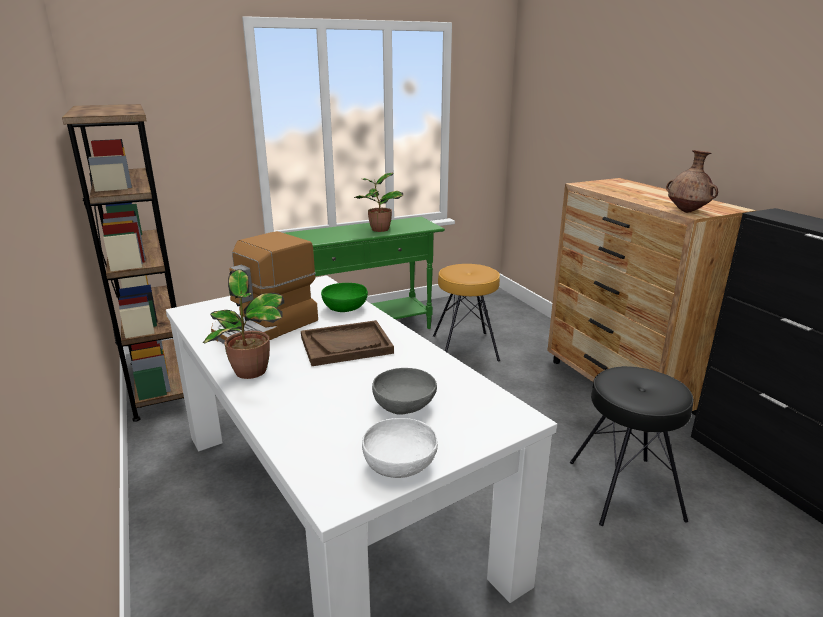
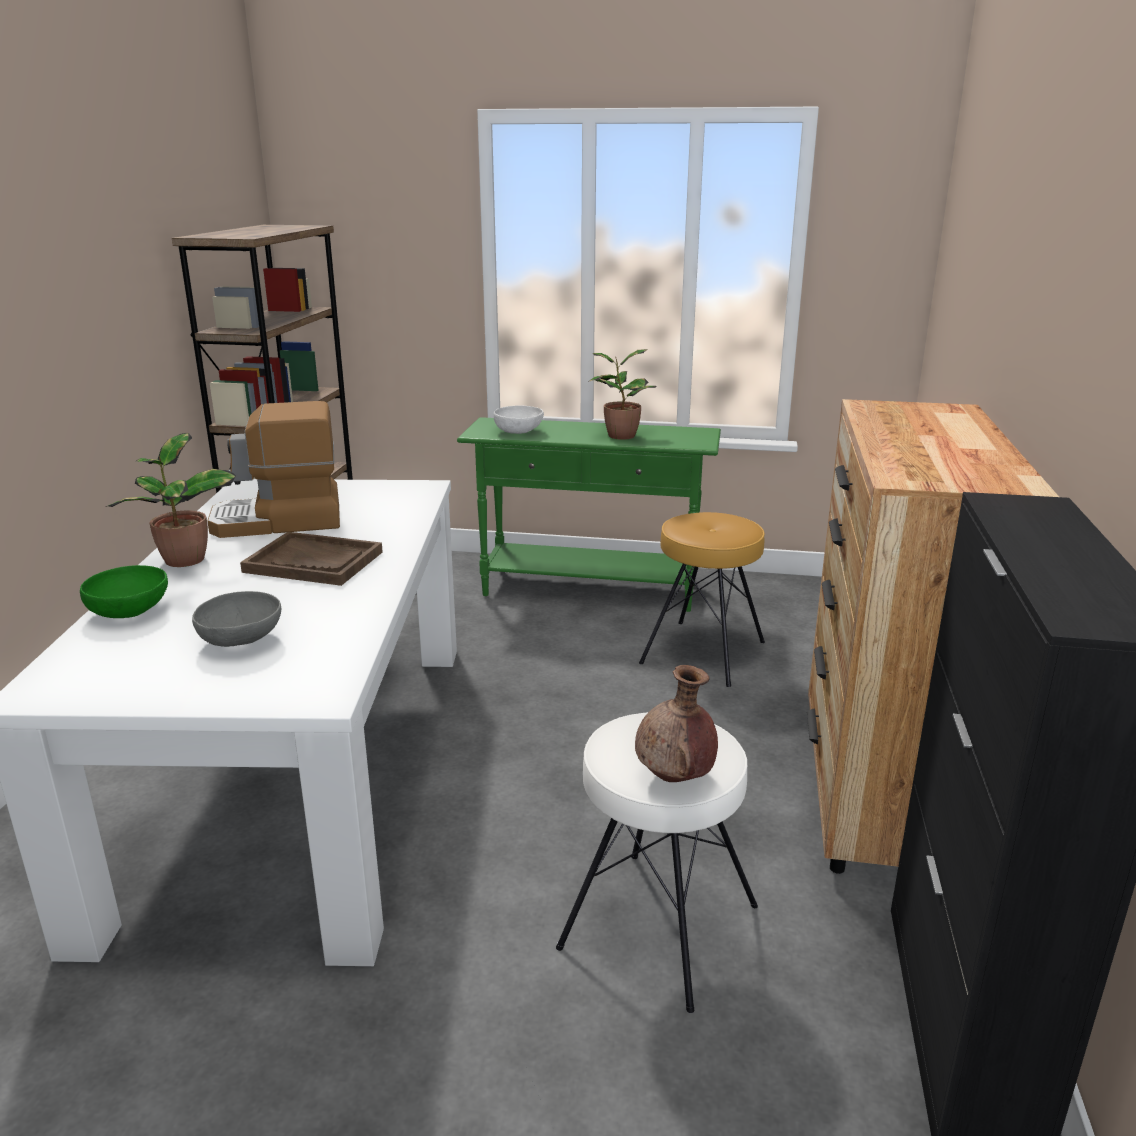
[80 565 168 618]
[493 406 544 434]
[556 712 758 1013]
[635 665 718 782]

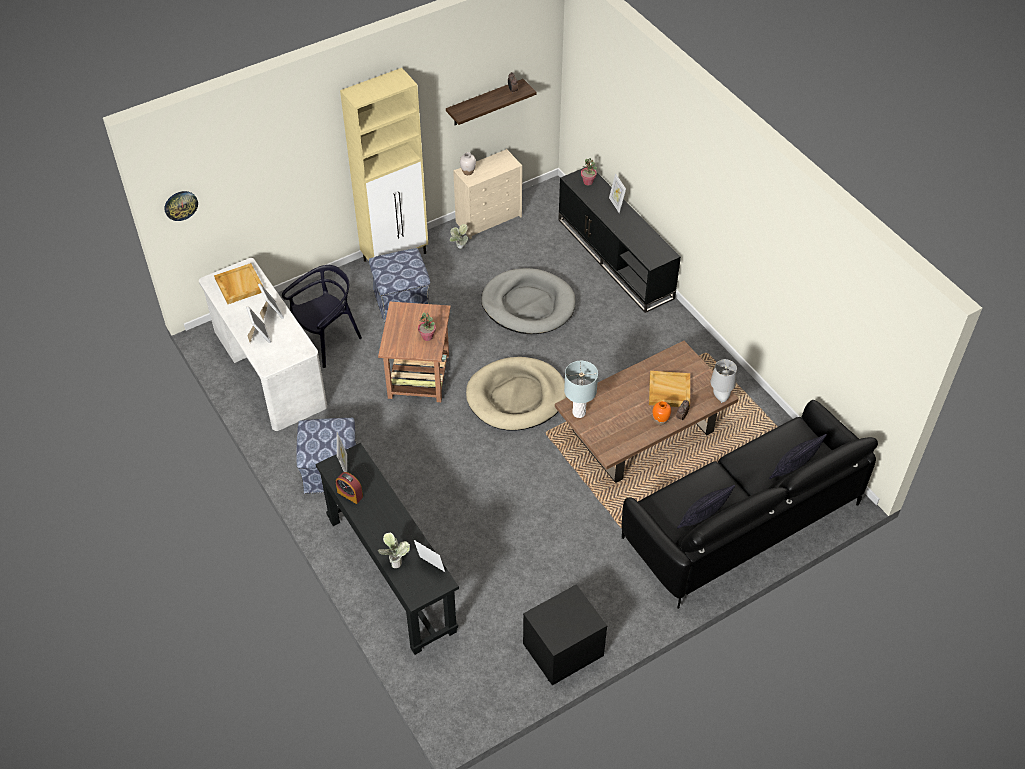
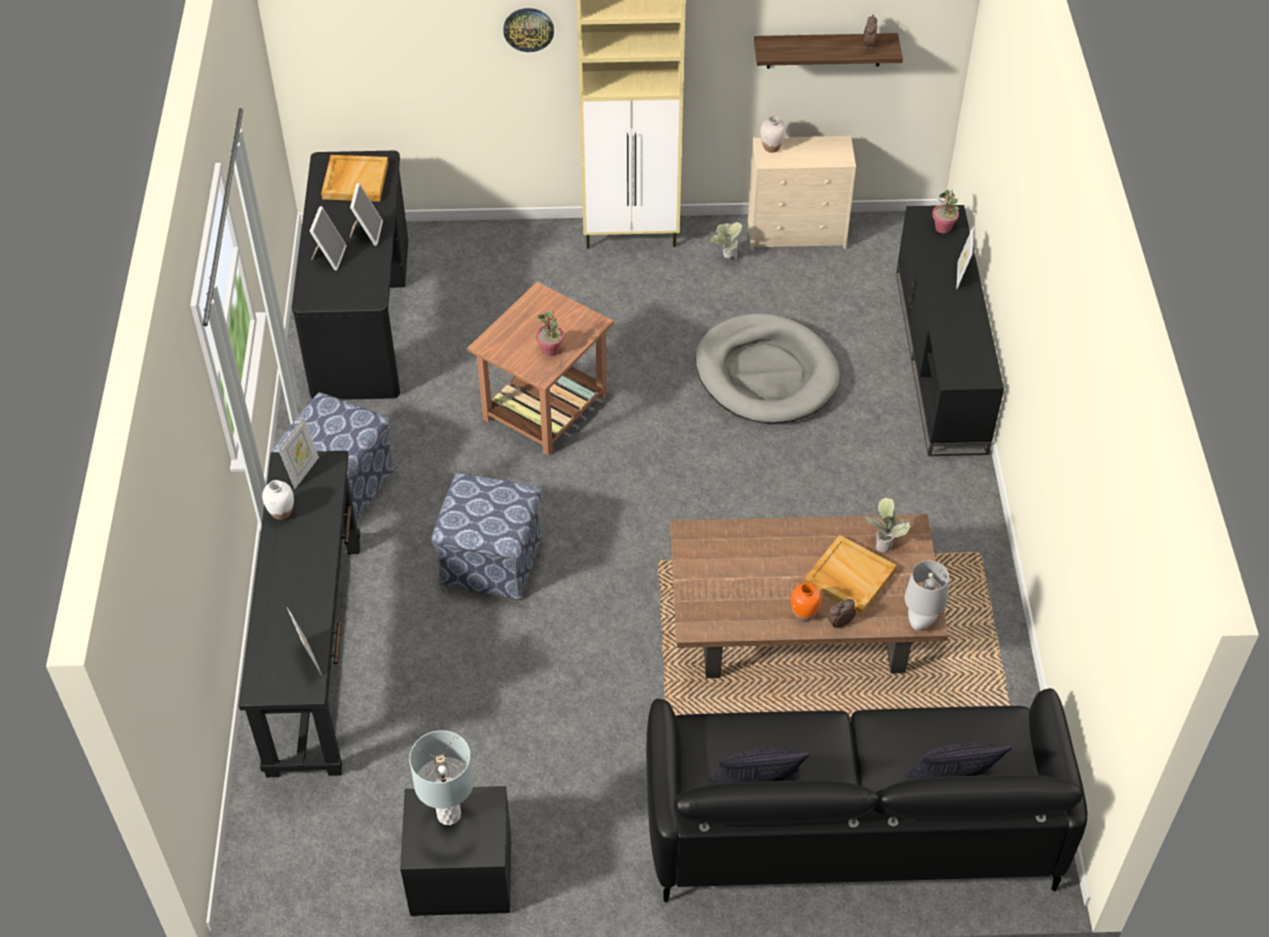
[262 480 294 520]
[292 151 408 400]
[409 730 474 825]
[432 473 542 600]
[503 8 554 52]
[865 498 911 552]
[282 265 362 368] (first image)
[466 357 567 431] (first image)

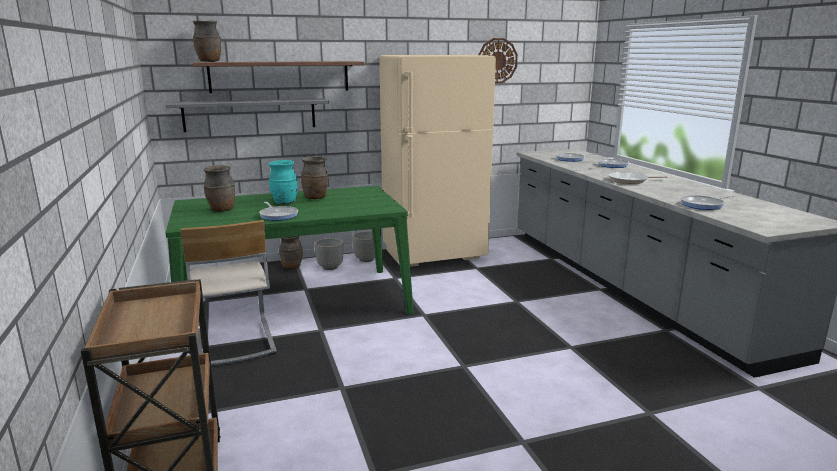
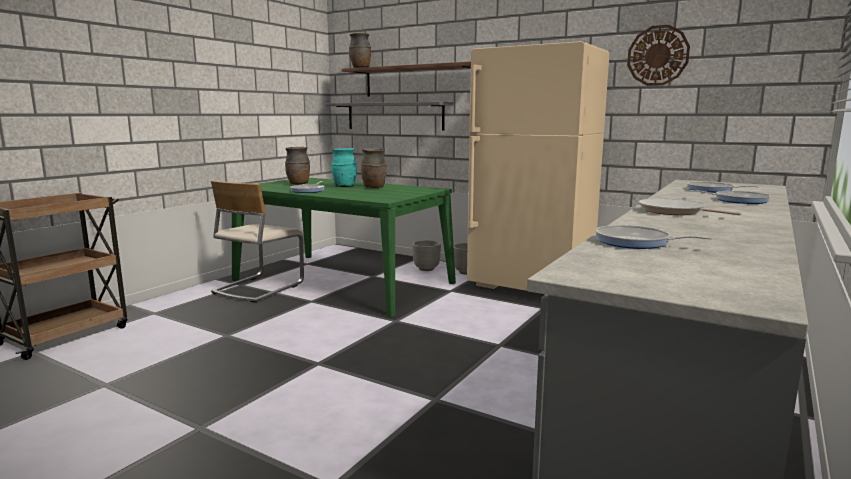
[279 236 303 269] (first image)

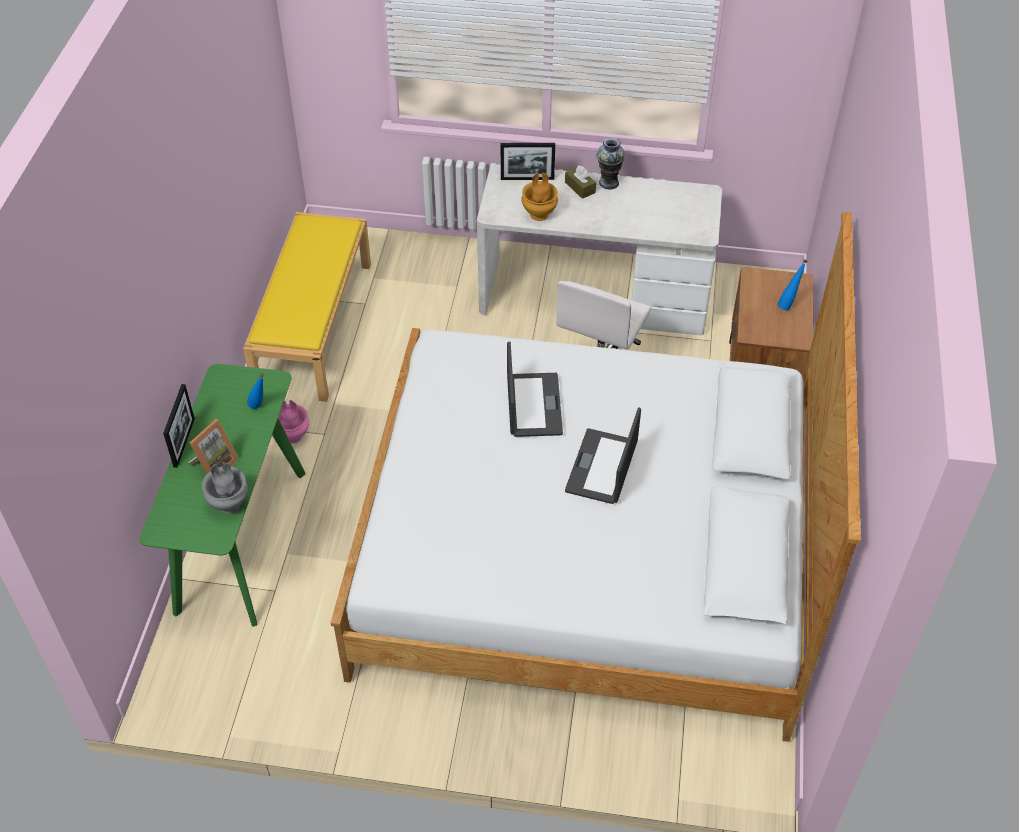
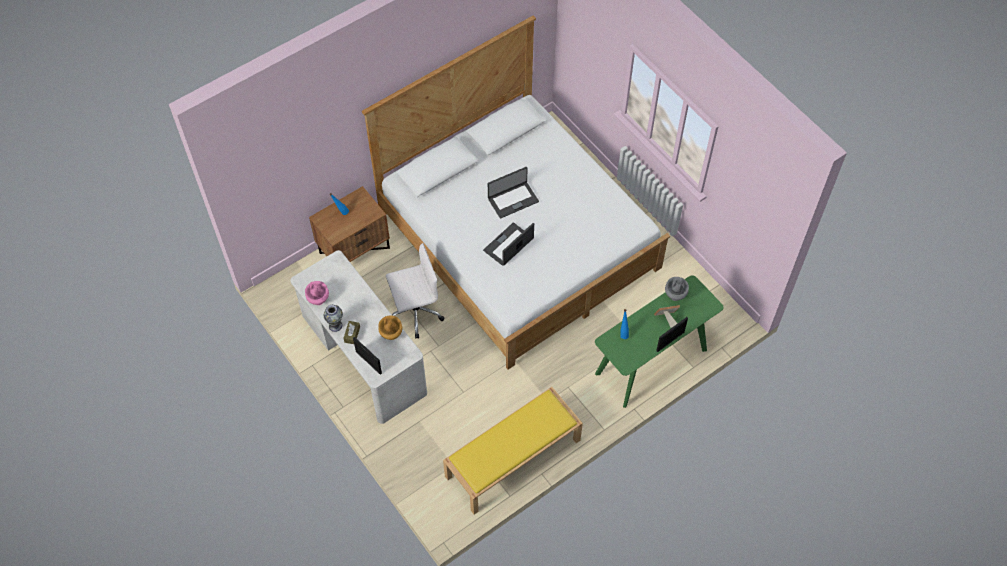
[305 281 329 305]

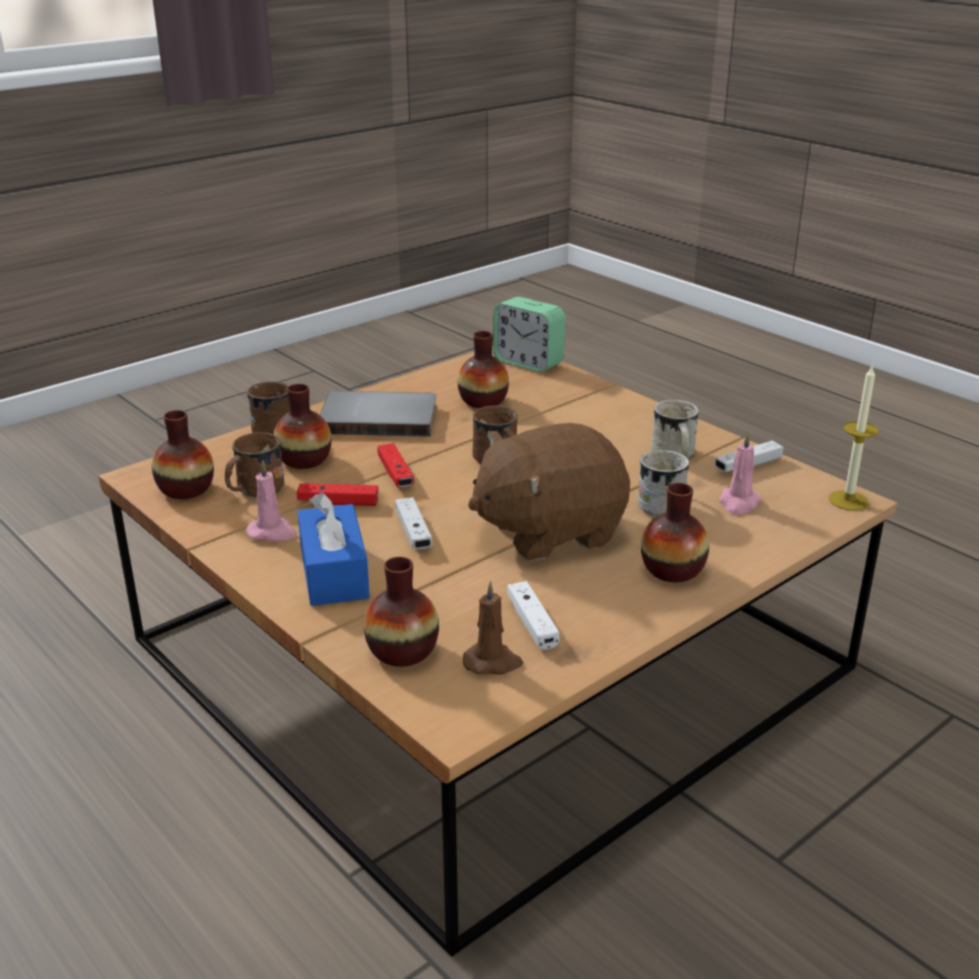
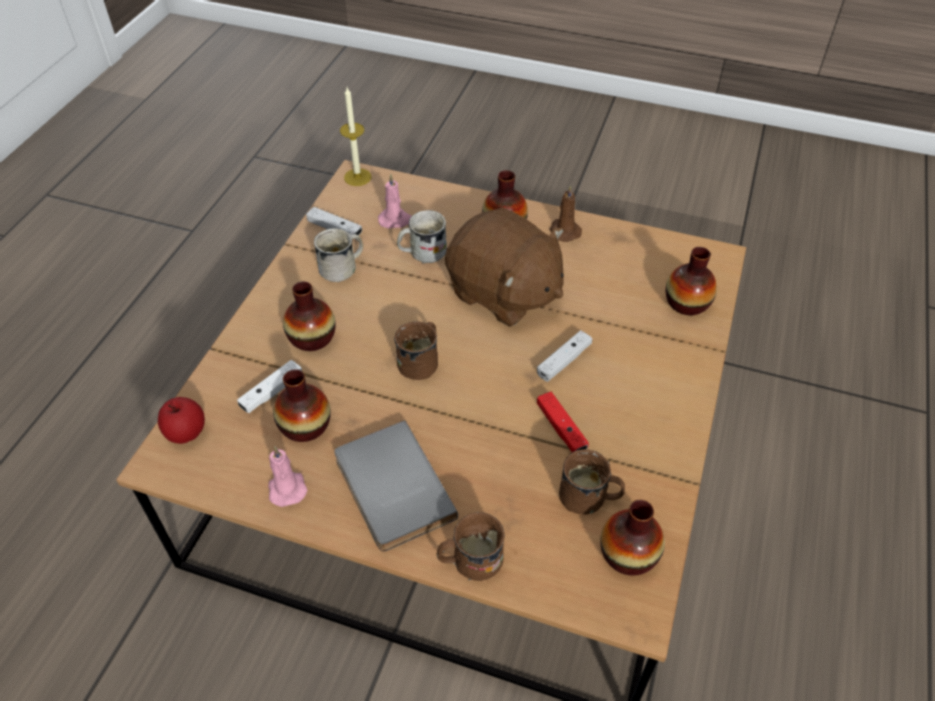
[158 397 205 444]
[237 360 302 413]
[268 446 308 507]
[283 281 336 351]
[550 185 582 242]
[298 492 370 606] (first image)
[377 443 414 488] (first image)

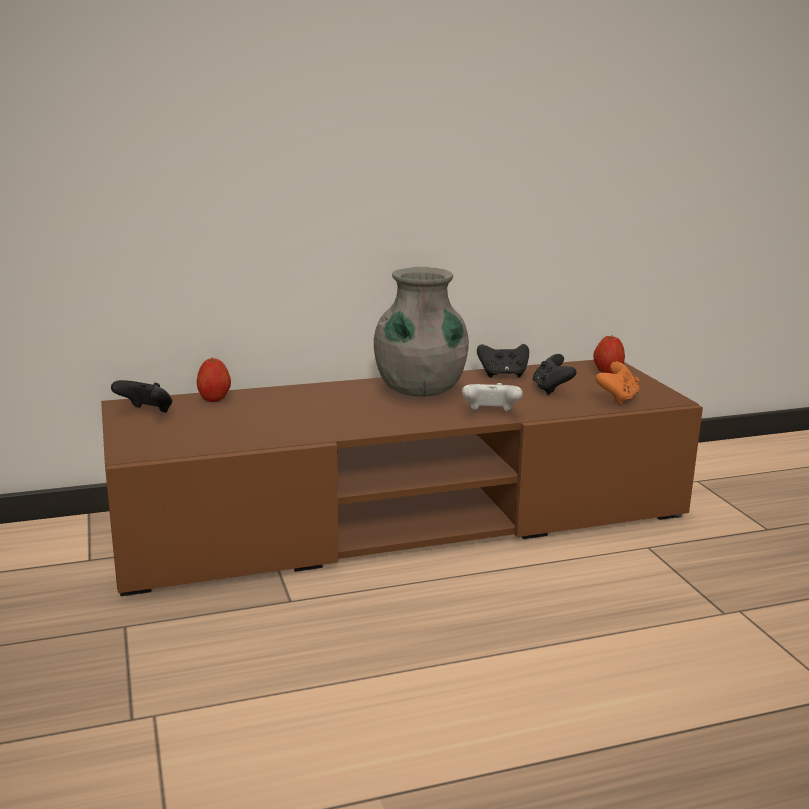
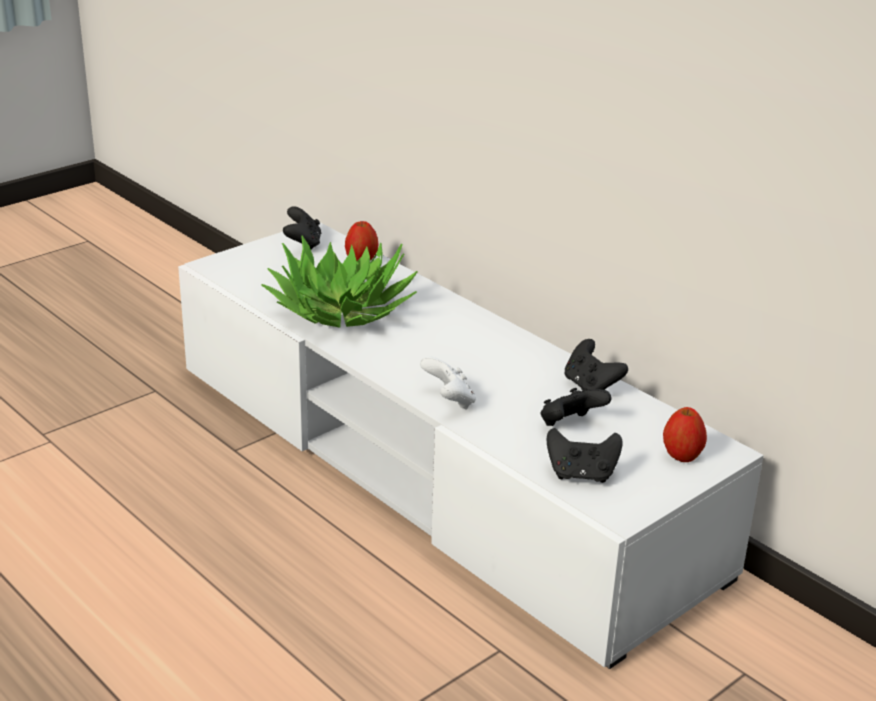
[178 222 764 669]
[261 235 418 328]
[546 428 623 483]
[374 267 469 397] (first image)

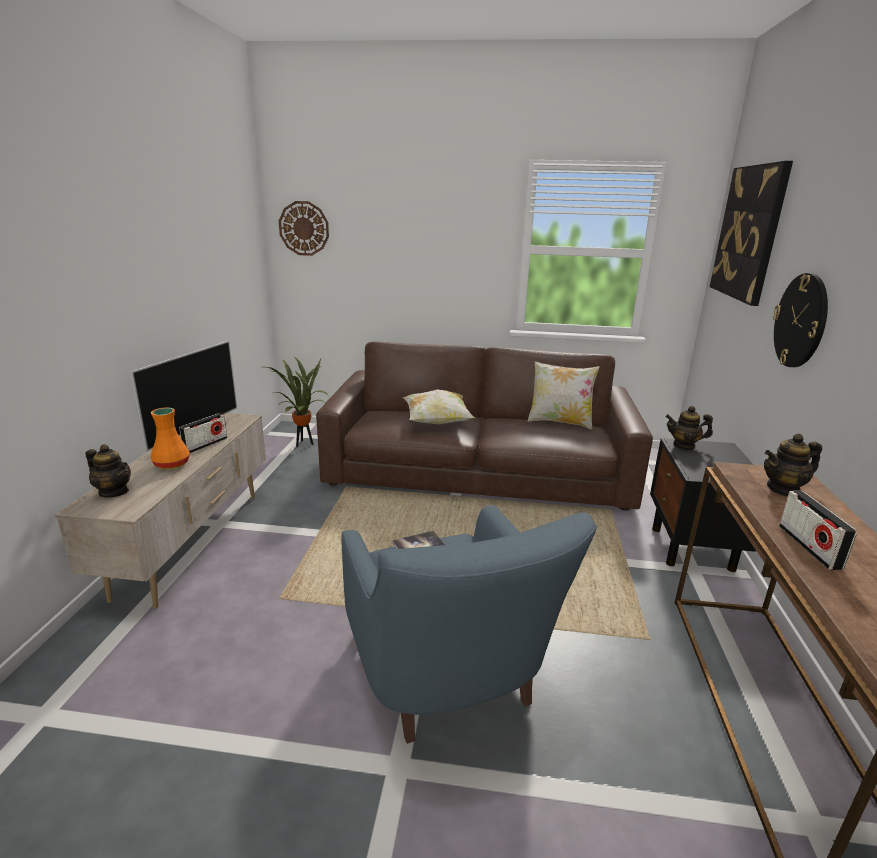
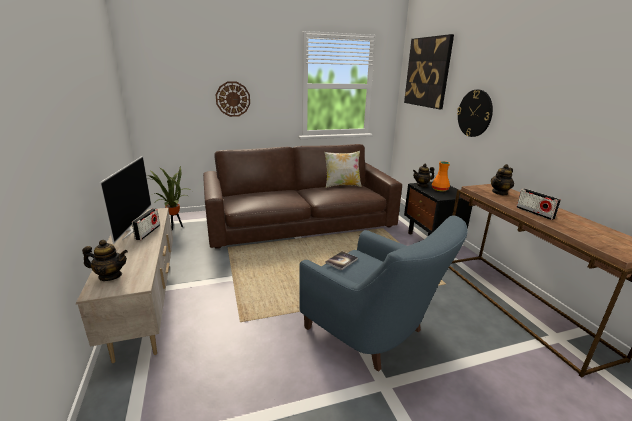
[216 81 250 117]
[432 161 450 192]
[403 389 475 424] (first image)

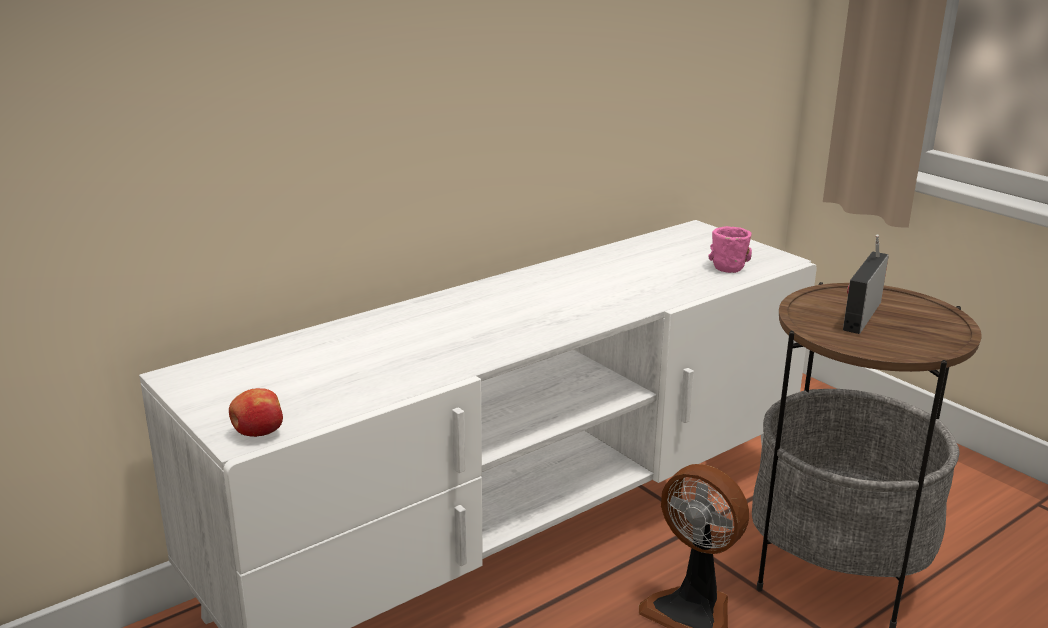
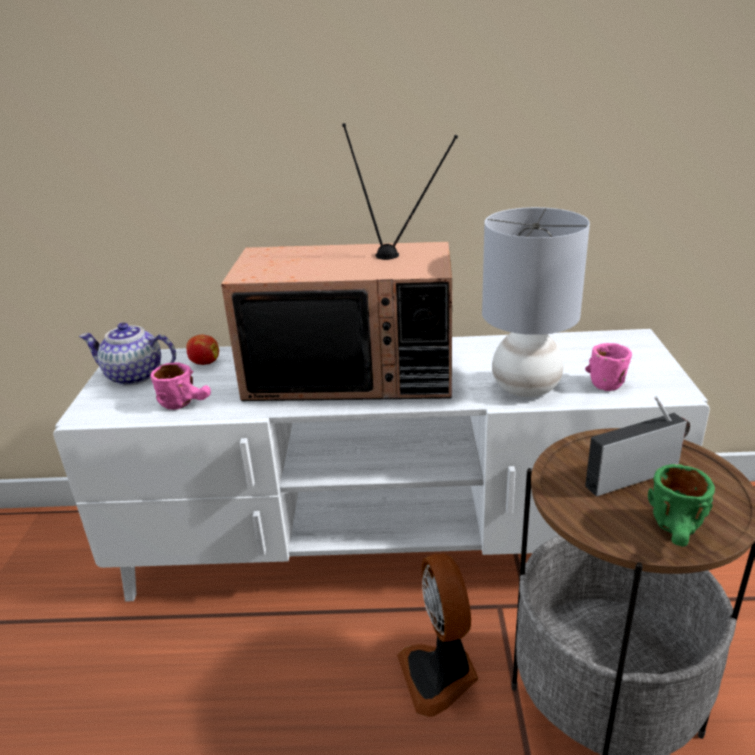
[79 322 176 386]
[150 362 211 410]
[186 335 219 365]
[221 123 458 401]
[482 207 590 397]
[648 464 715 547]

